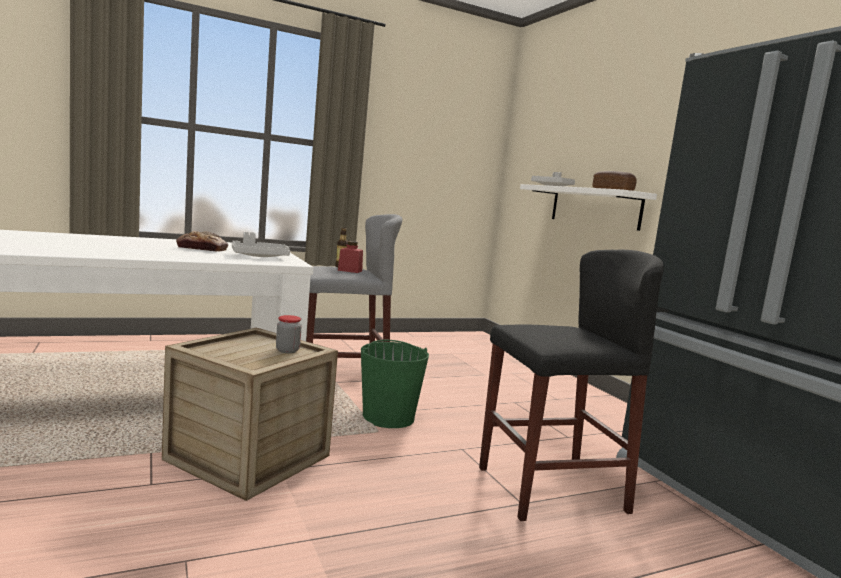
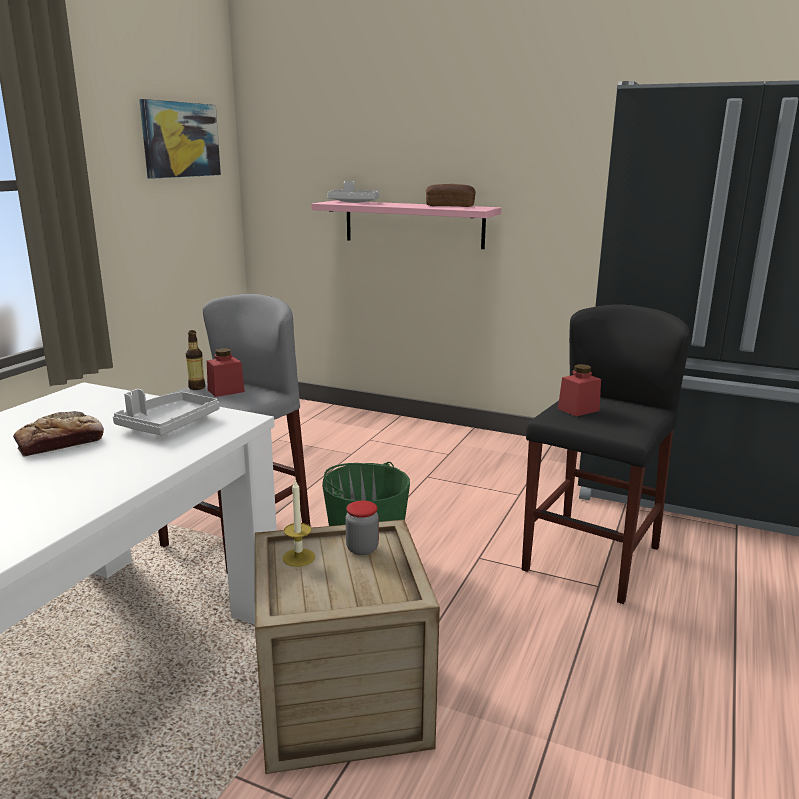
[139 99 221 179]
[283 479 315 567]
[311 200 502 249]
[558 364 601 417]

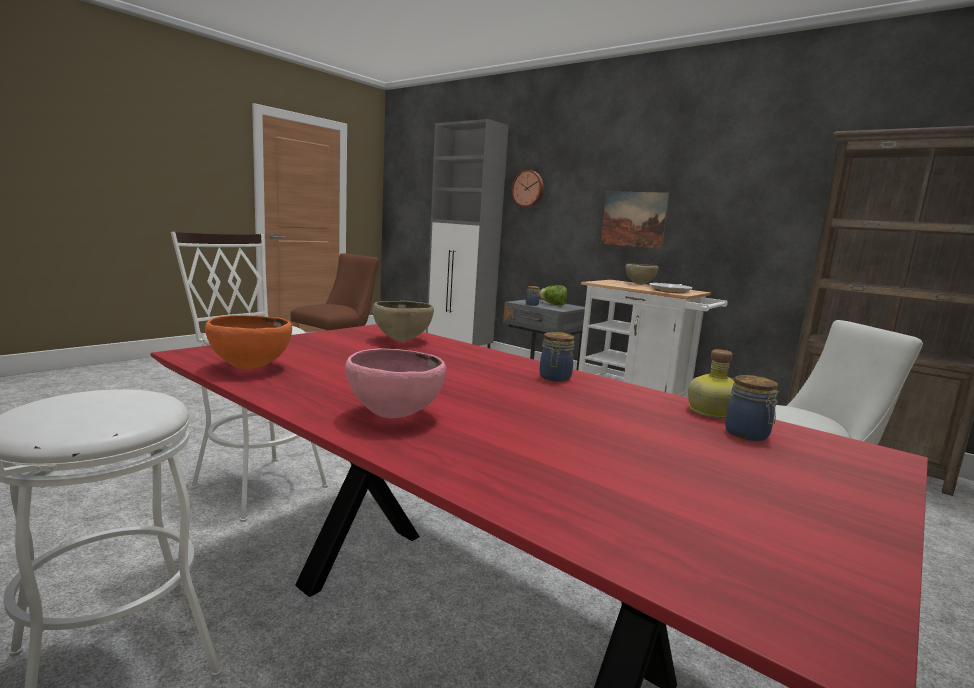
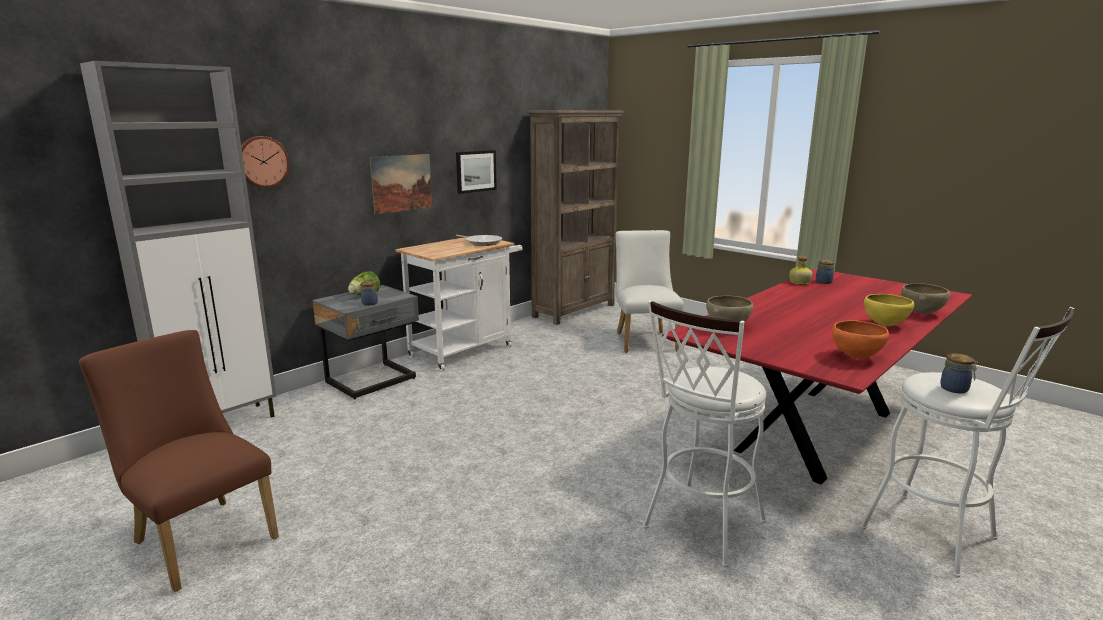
[456 150 497 194]
[864 294 914 326]
[901 283 950 314]
[940 353 978 394]

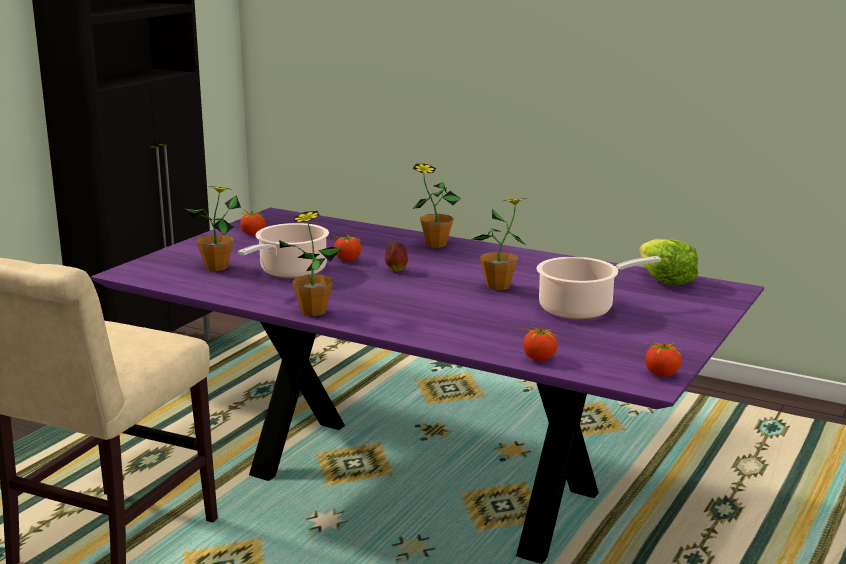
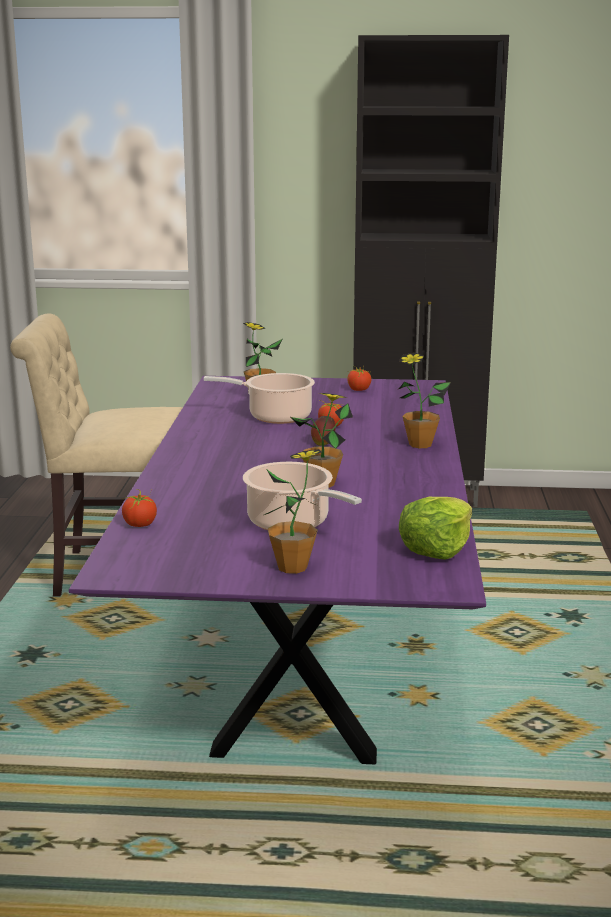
[264 449 322 574]
[645 337 682 377] (first image)

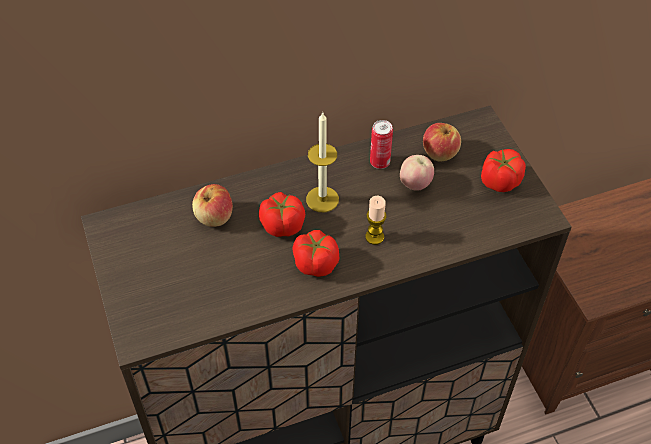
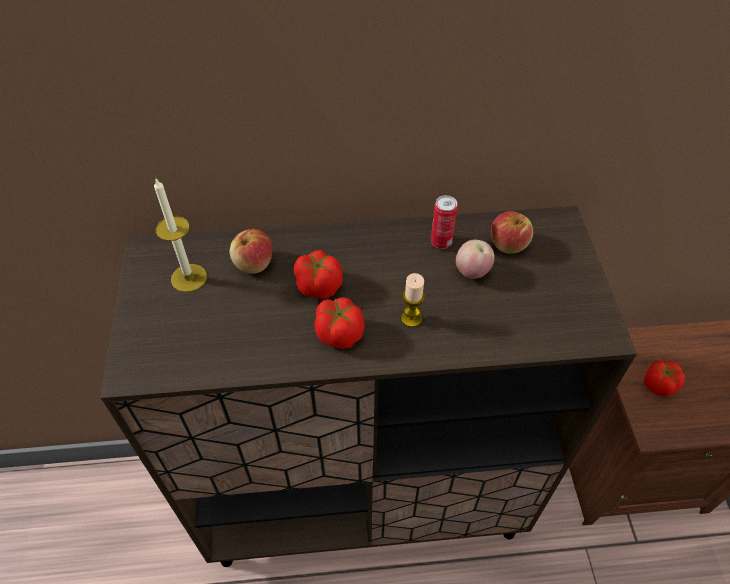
[154 179 207 292]
[644 361 685 397]

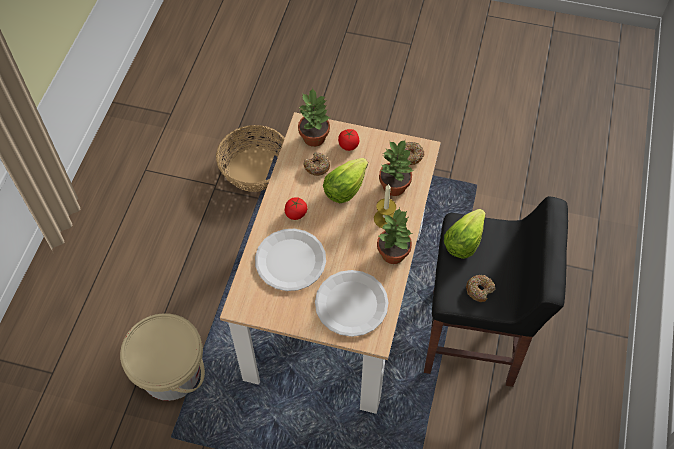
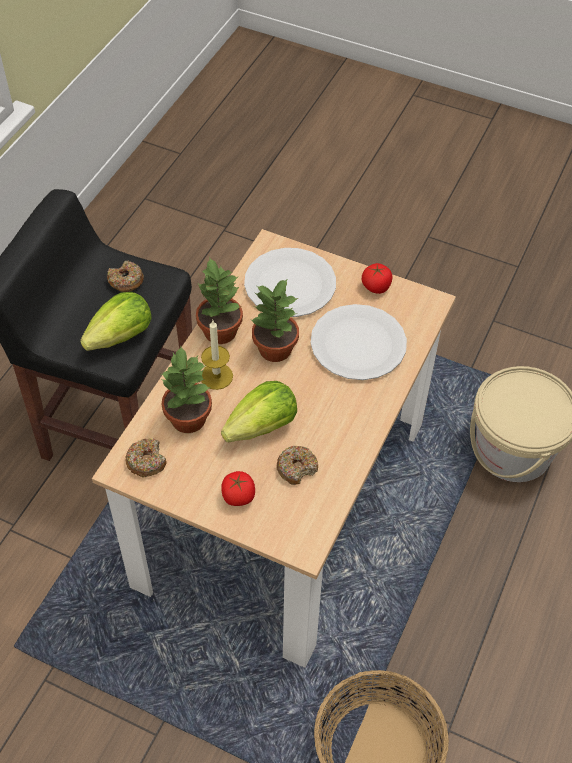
[251 278 299 362]
[362 263 393 294]

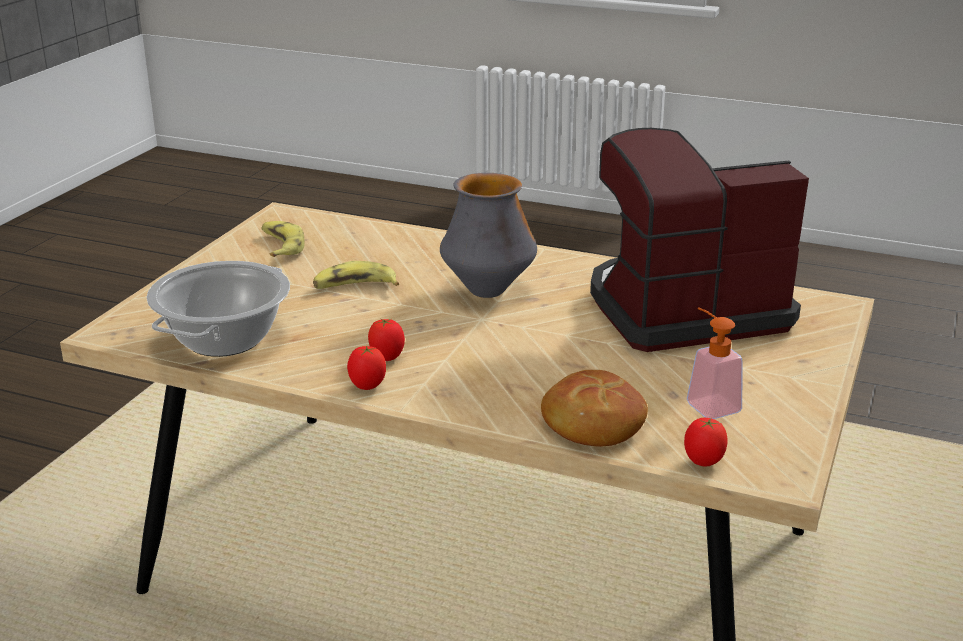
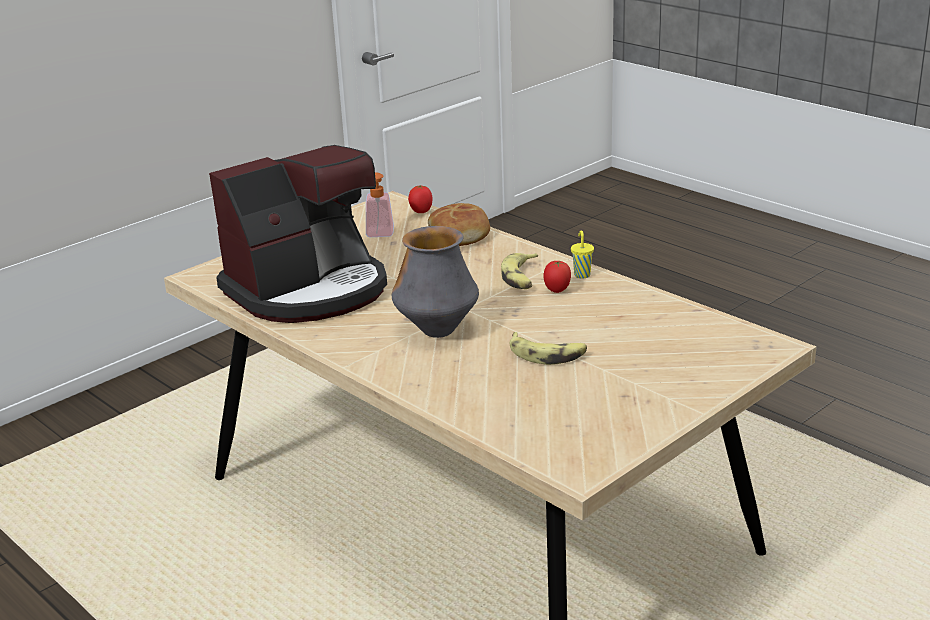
[209 145 387 323]
[501 253 538 289]
[571 230 594 279]
[146 261 290 357] (first image)

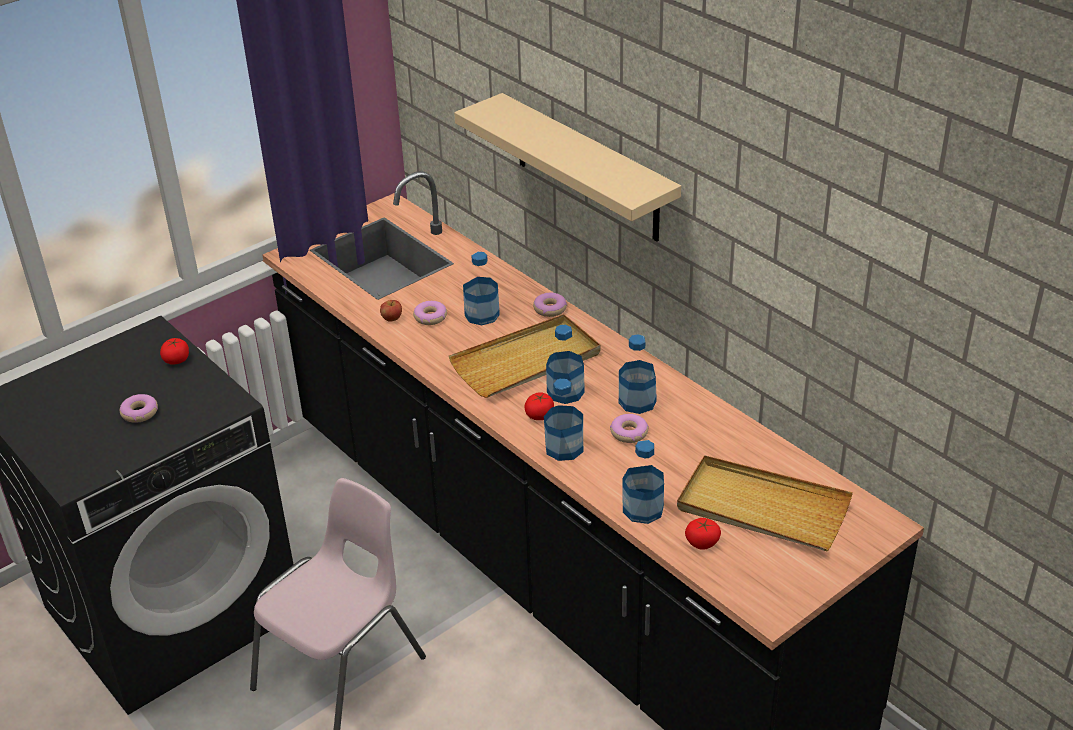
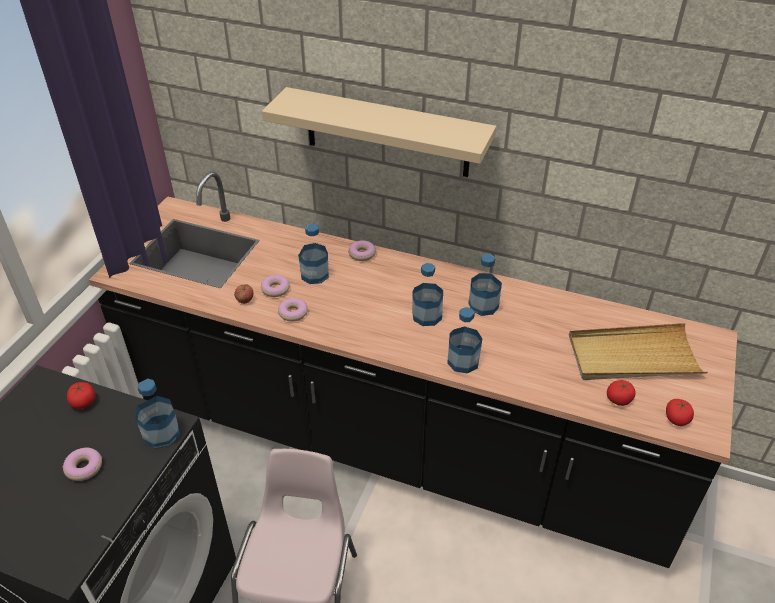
[135 379 180 449]
[278 298 308 322]
[666 399 694 426]
[449 314 601 398] (first image)

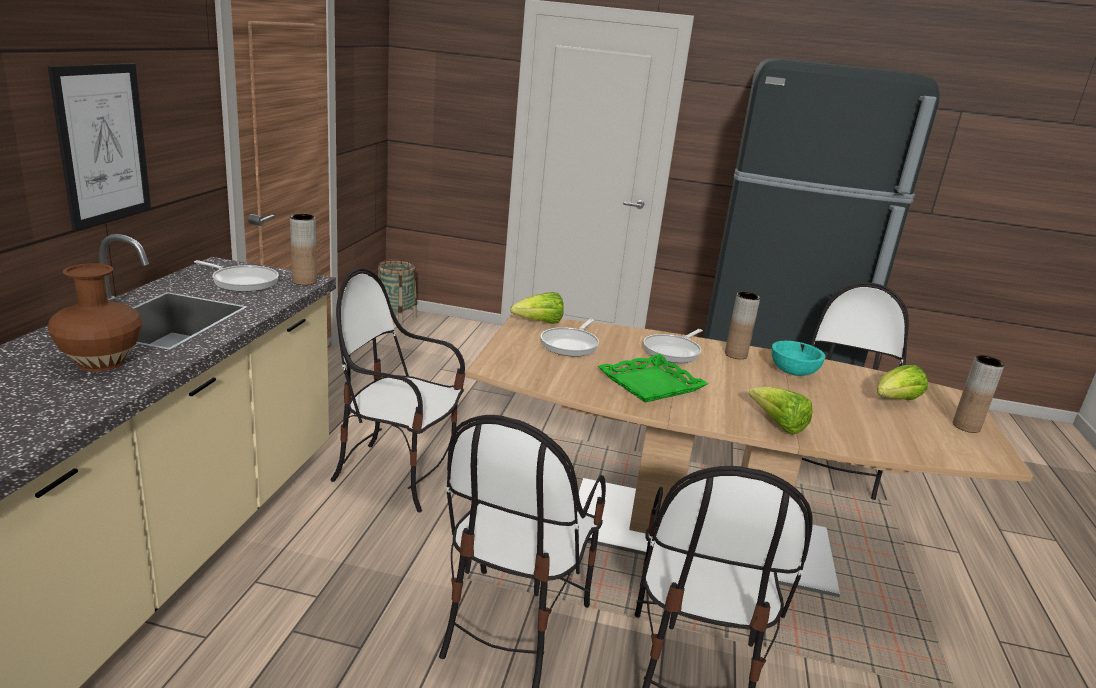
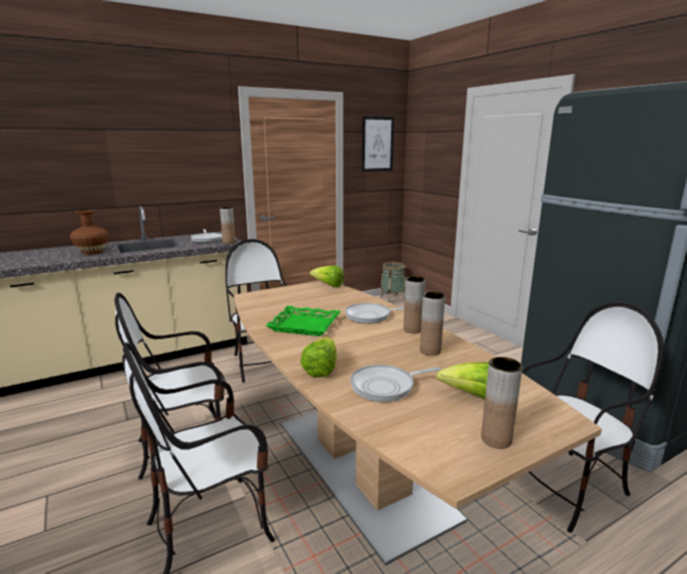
[350 365 441 402]
[362 116 394 172]
[420 292 445 356]

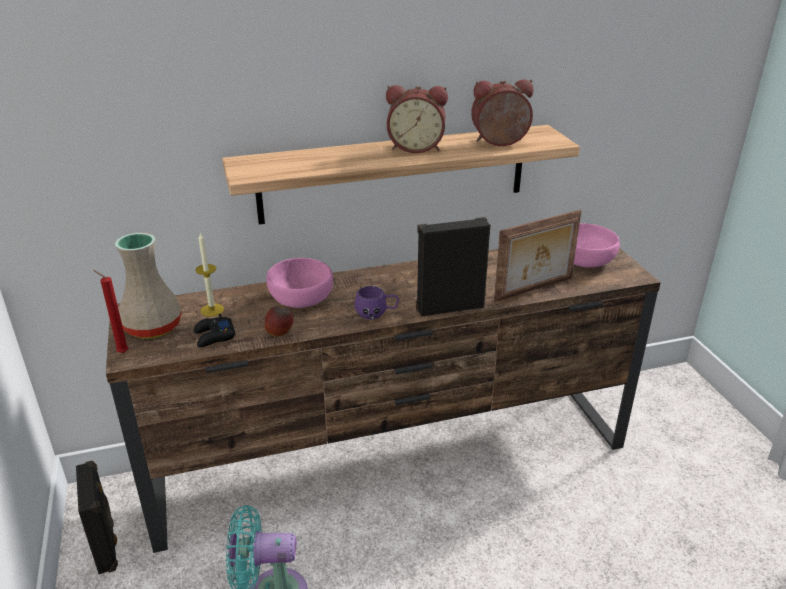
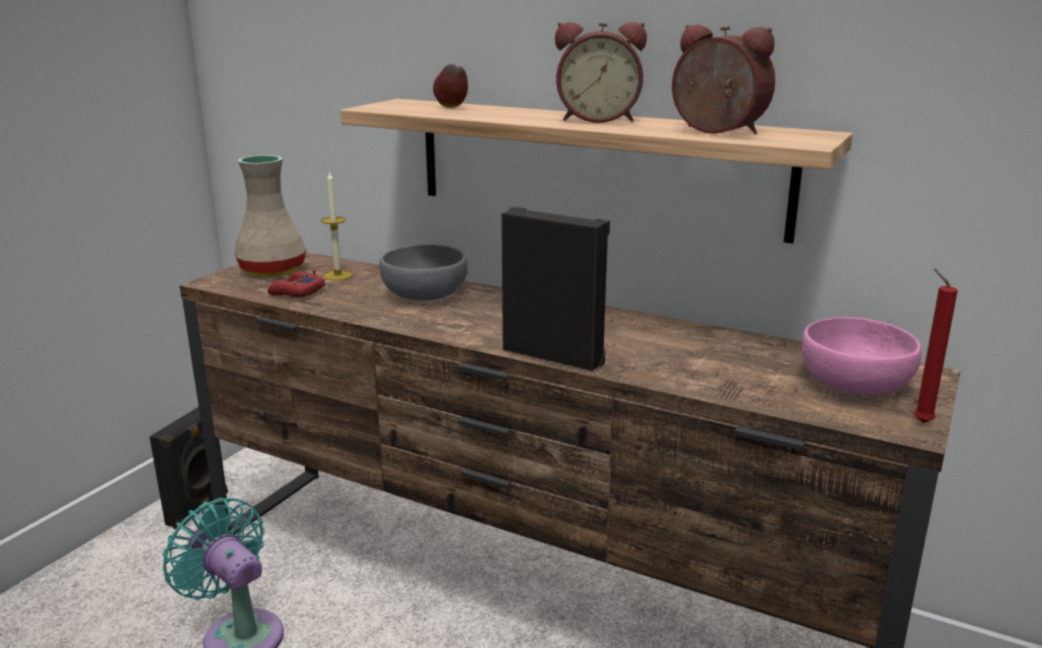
[268 270 325 298]
[380 244 468 301]
[433 64 468 108]
[555 22 647 123]
[914 268 958 423]
[354 286 399 319] (first image)
[494 210 582 302] (first image)

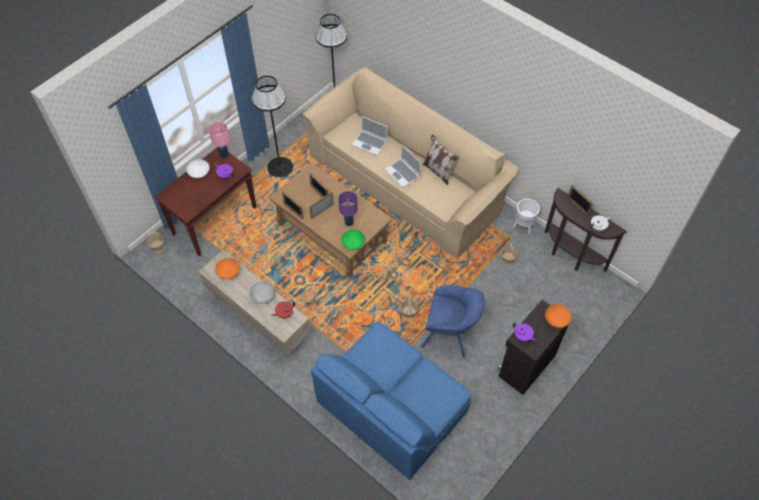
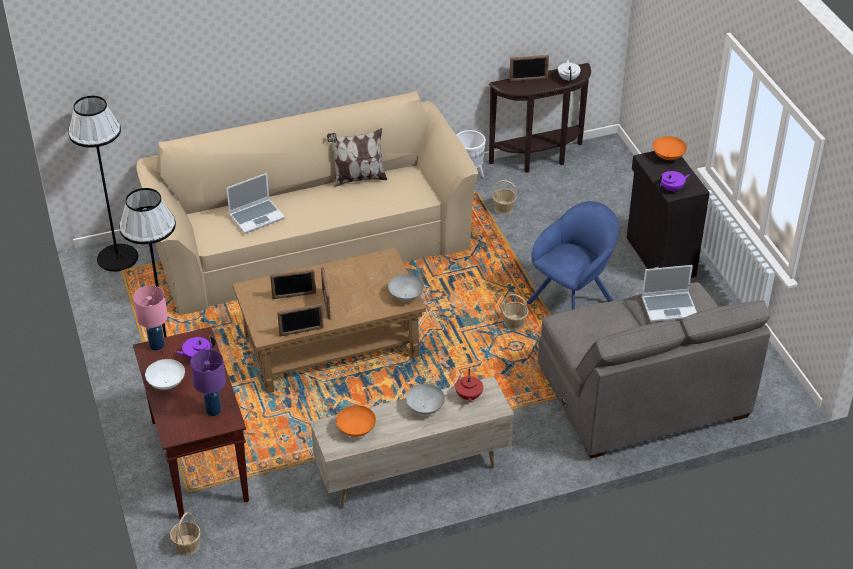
[190 349 226 416]
[388 274 424 301]
[538 282 771 459]
[641 265 697 322]

